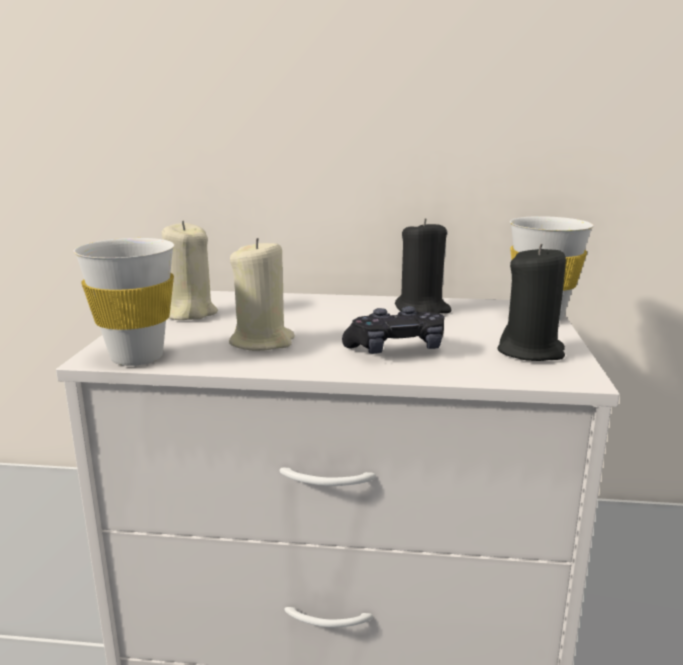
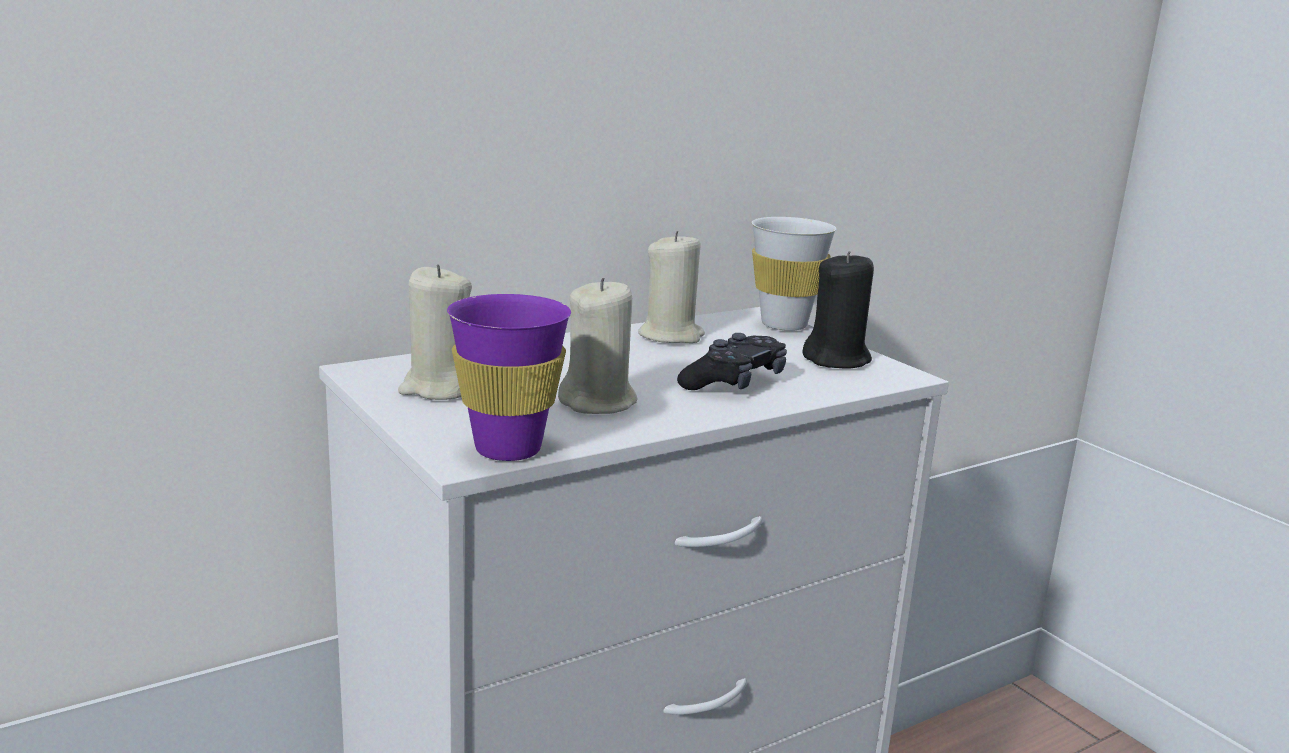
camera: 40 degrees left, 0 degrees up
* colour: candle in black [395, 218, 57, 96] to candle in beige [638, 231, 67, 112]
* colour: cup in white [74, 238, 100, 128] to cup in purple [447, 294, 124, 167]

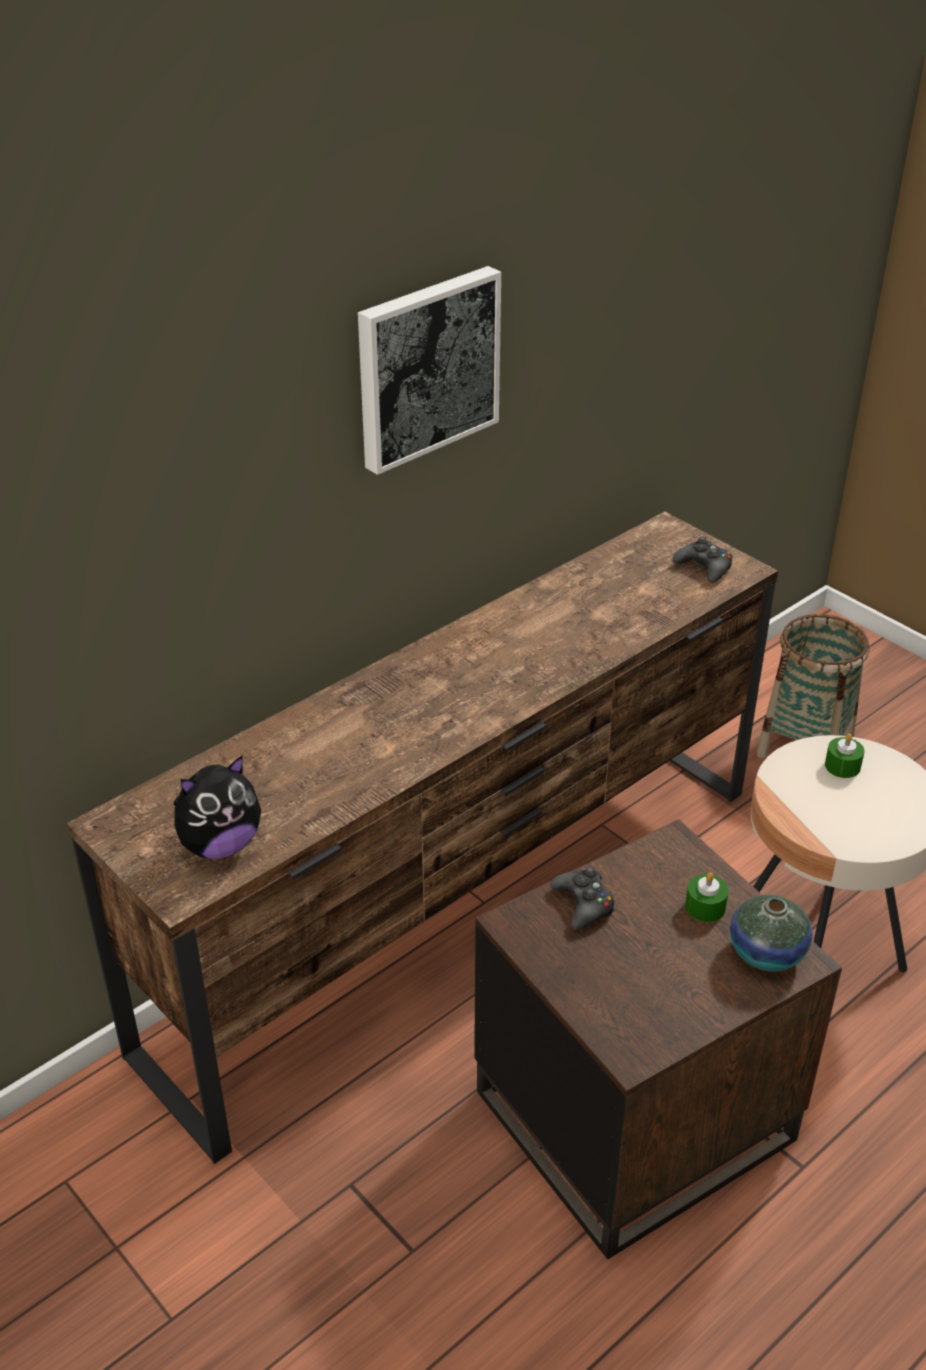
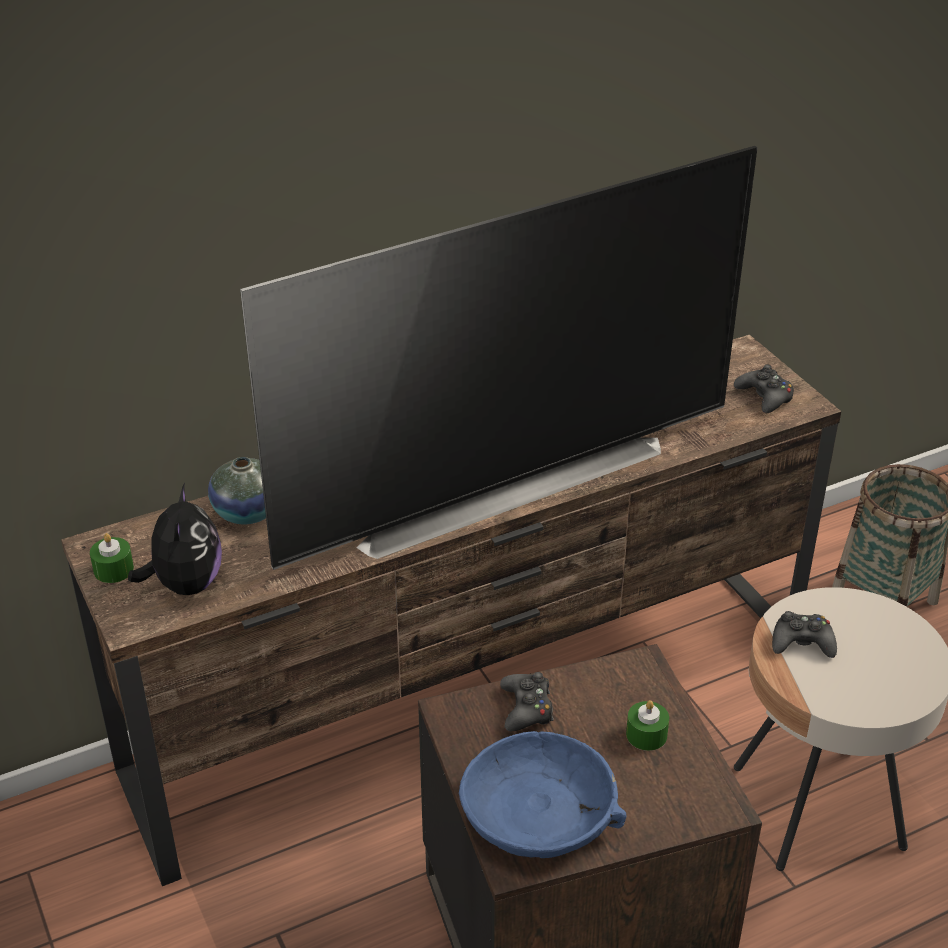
camera: 15 degrees right, 0 degrees up
* missing: picture [358, 266, 143, 209]
* relocated: candle in green [825, 734, 40, 44] to [90, 533, 44, 50]
* spun: plush toy [173, 755, 88, 104] = [128, 483, 94, 112] 75 degrees counterclockwise
* relocated: vase [730, 894, 83, 78] to [208, 457, 58, 67]
* appeared: television [240, 146, 518, 424]
* appeared: game controller in black [772, 611, 65, 47]
* appeared: bowl in blue [459, 731, 168, 127]

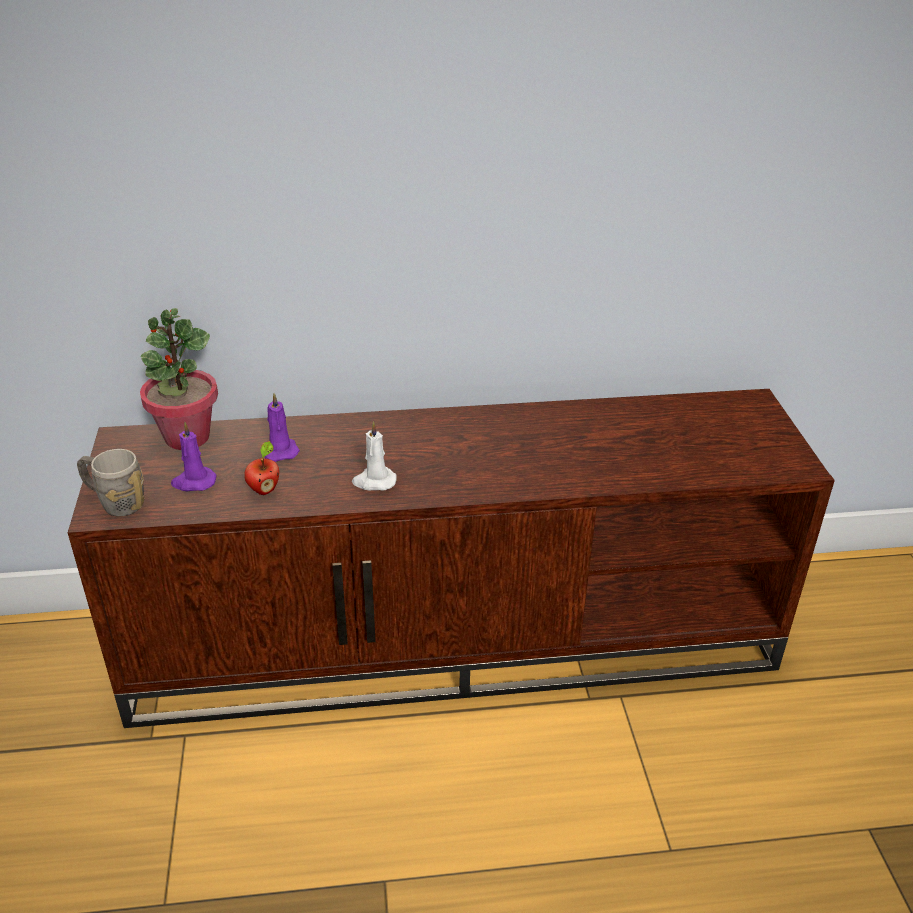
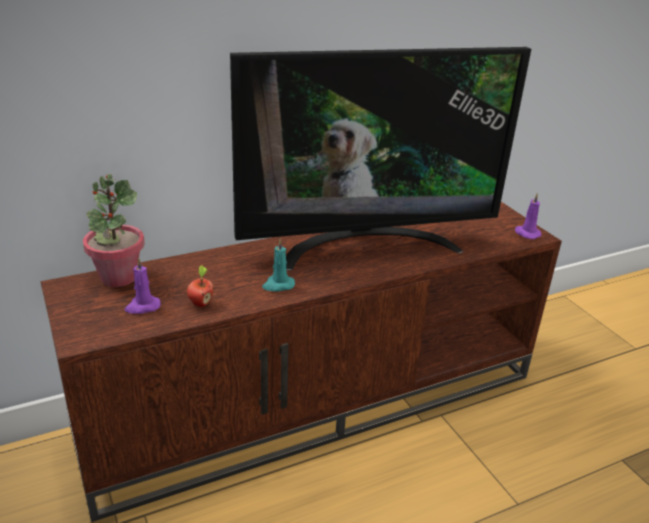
camera: 20 degrees left, 5 degrees down
* relocated: candle in purple [265, 393, 35, 69] to [515, 193, 26, 46]
* colour: candle in white [352, 421, 45, 70] to candle in turquoise [262, 239, 33, 52]
* missing: mug in grey [77, 449, 67, 68]
* appeared: television [230, 47, 301, 223]

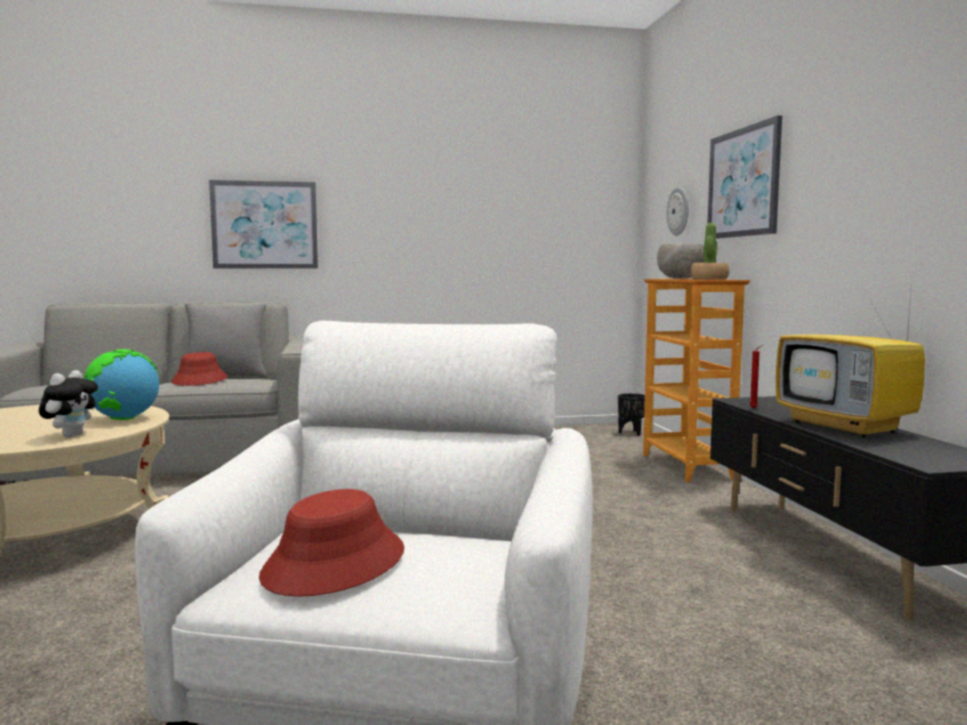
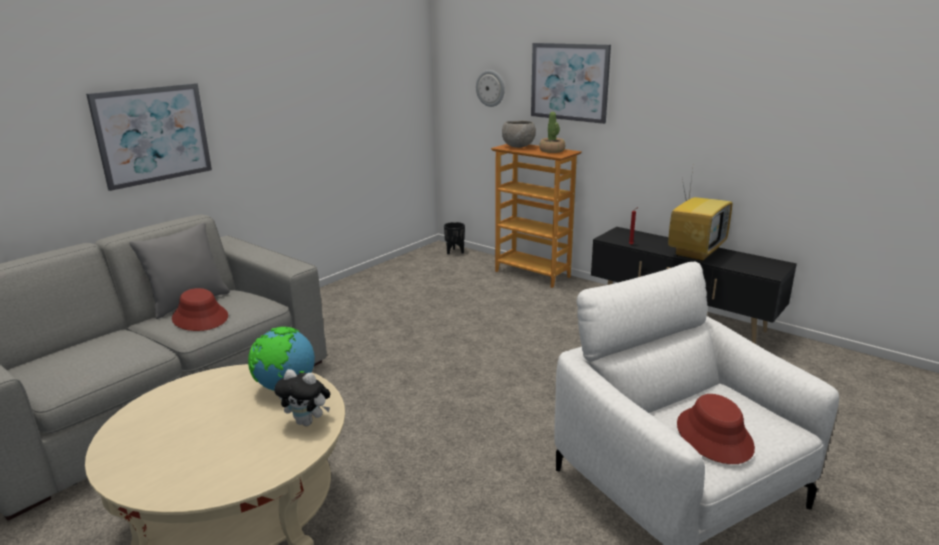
camera: 40 degrees left, 15 degrees up
* spun: television [776, 280, 149, 158] = [668, 169, 64, 93] 75 degrees counterclockwise
* spun: plush toy [39, 370, 59, 67] = [274, 369, 56, 57] 135 degrees clockwise

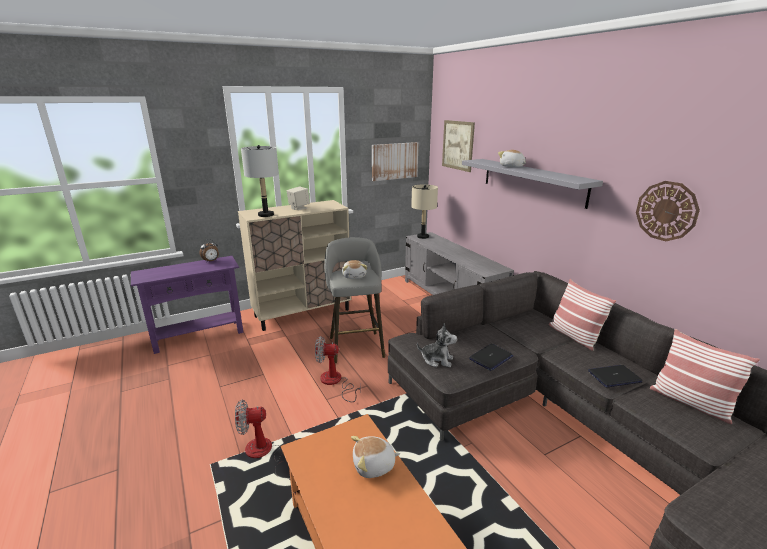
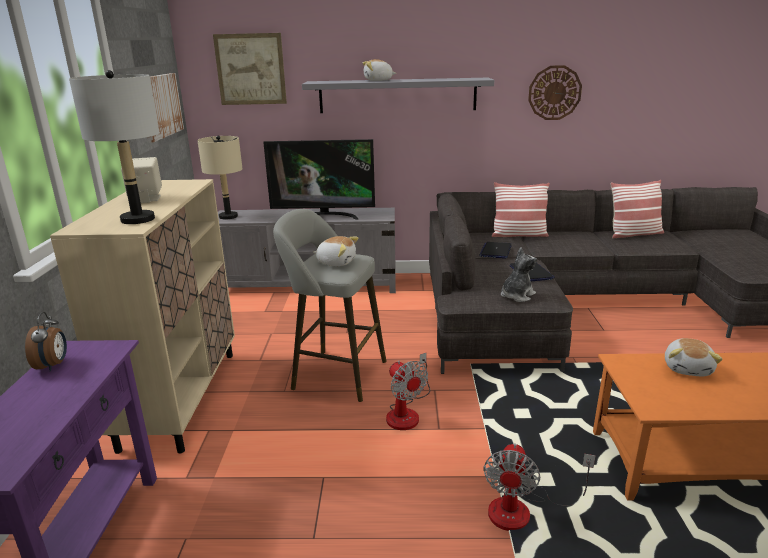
camera: 60 degrees left, 0 degrees up
* spun: fan [315, 336, 46, 66] = [386, 353, 44, 77] 60 degrees counterclockwise
* relocated: laptop [588, 365, 55, 23] to [479, 242, 33, 17]
* appeared: television [263, 139, 112, 81]

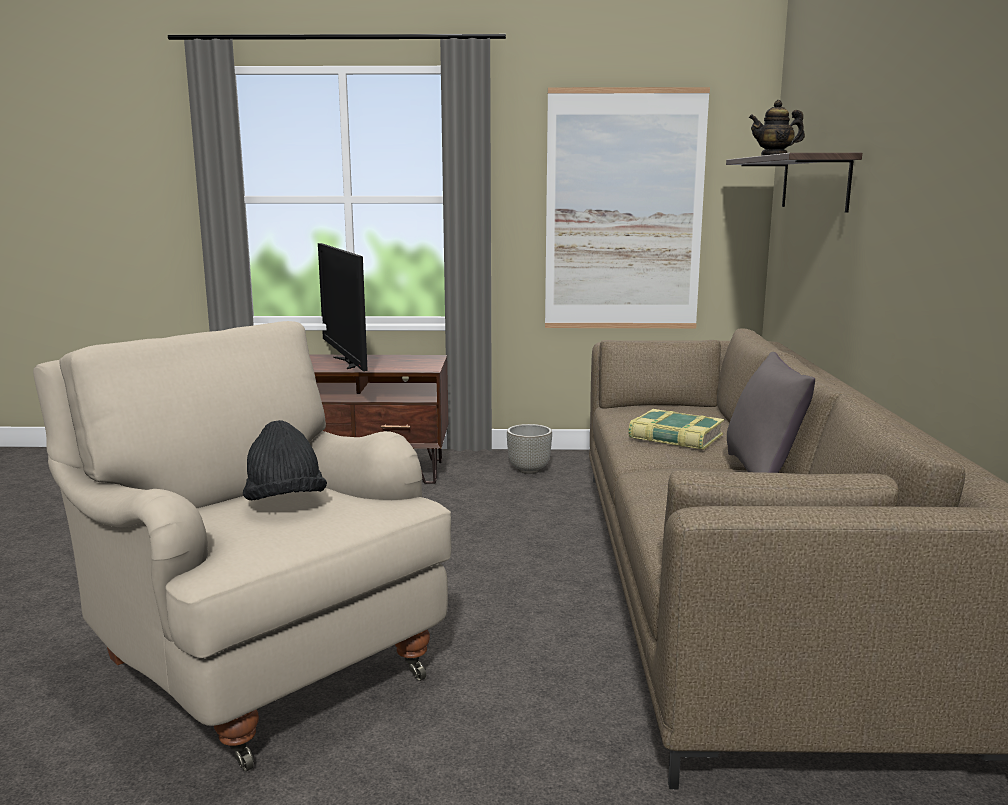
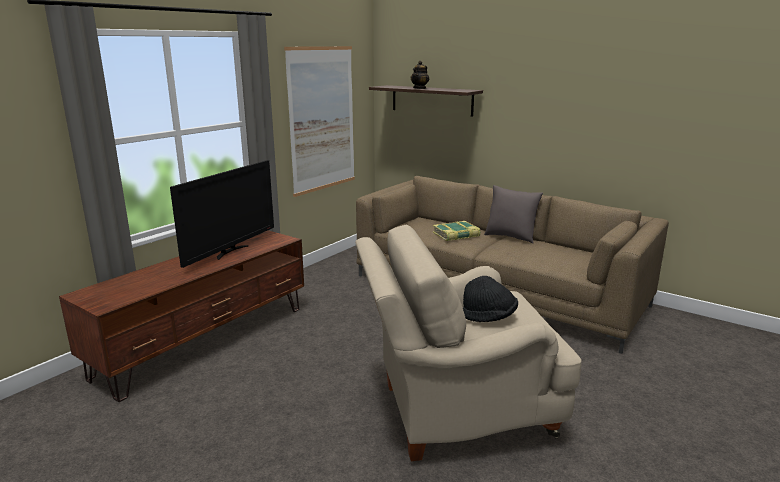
camera: 55 degrees left, 5 degrees up
* spun: television [318, 243, 50, 128] = [170, 160, 104, 108] 75 degrees counterclockwise
* missing: planter in grey [507, 424, 45, 50]

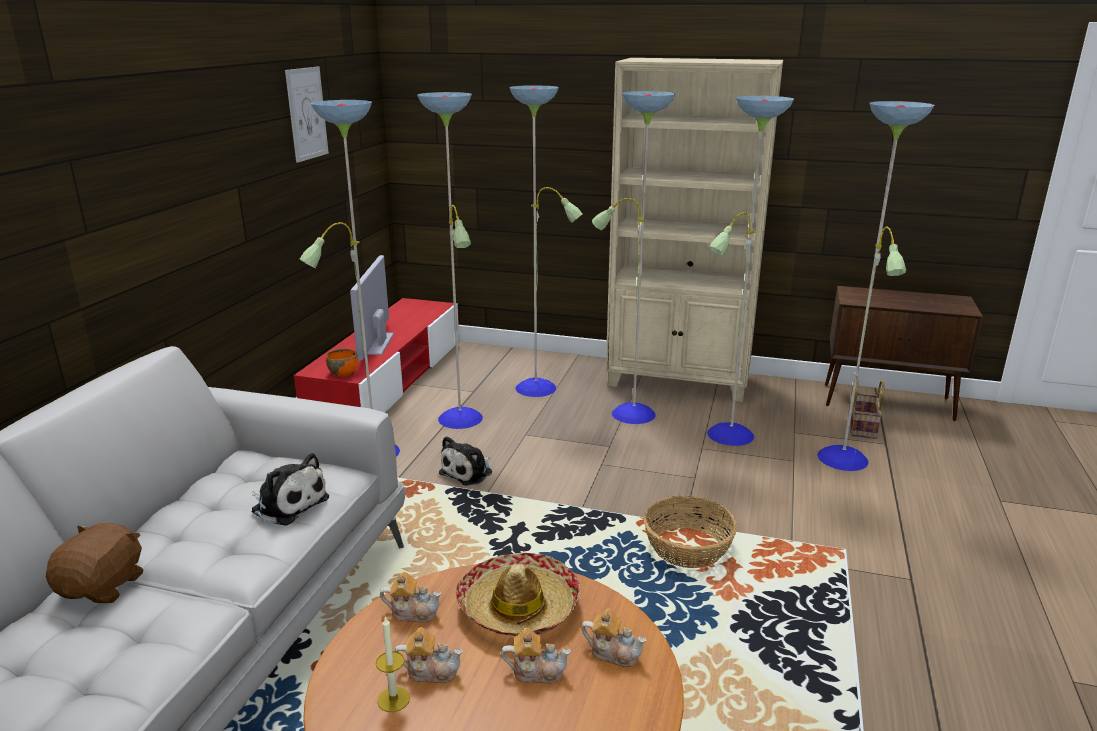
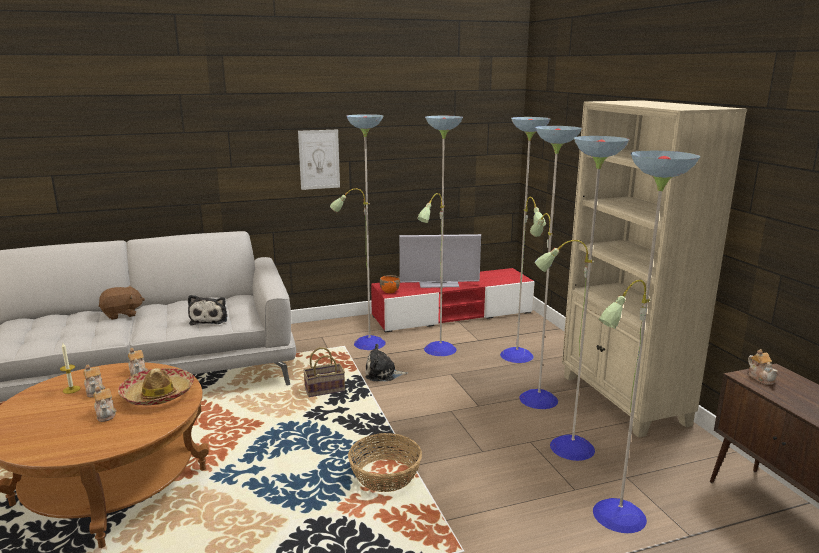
camera: 55 degrees right, 5 degrees down
* relocated: picture [285, 67, 44, 96] to [298, 130, 42, 60]
* spun: television [350, 255, 44, 105] = [399, 234, 82, 54] 150 degrees counterclockwise
* relocated: basket [848, 378, 36, 61] to [303, 347, 42, 50]
* relocated: teapot [581, 608, 66, 59] to [748, 349, 30, 36]

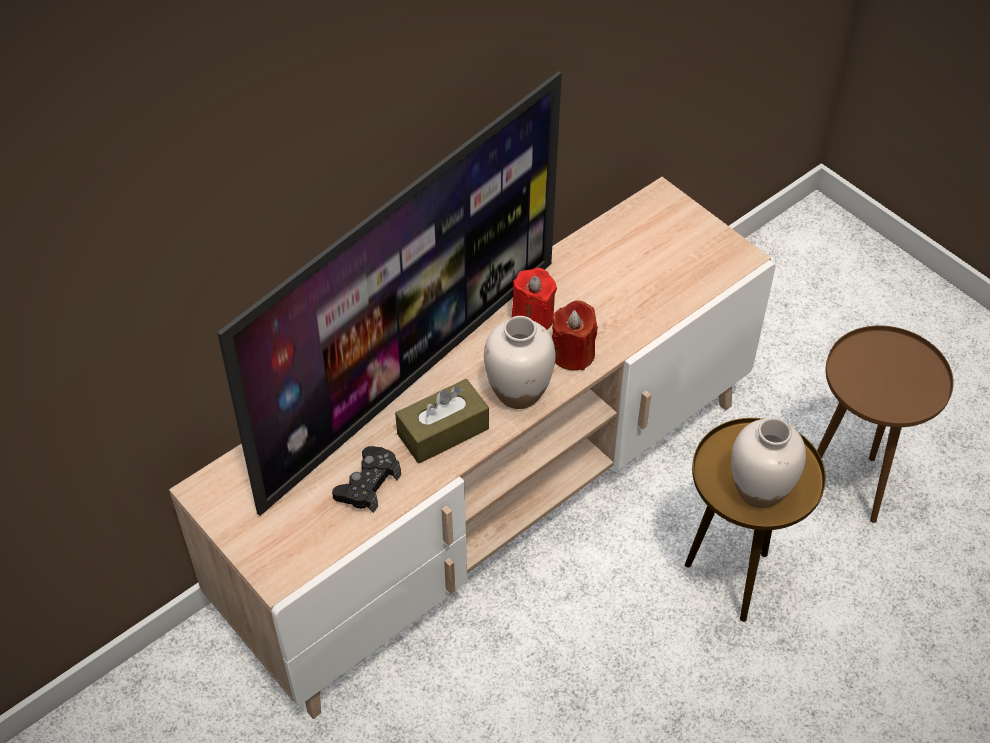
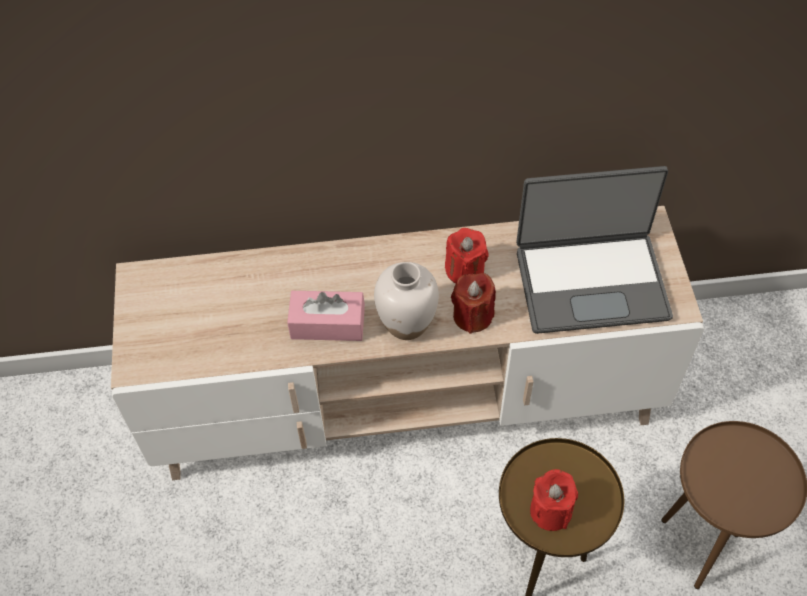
camera: 35 degrees right, 5 degrees up
* missing: television [217, 71, 345, 445]
* colour: tissue box in brown [395, 379, 94, 84] to tissue box in pink [287, 291, 78, 50]
* exchanged: vase in white [731, 418, 75, 90] to candle in red [530, 469, 48, 62]
* missing: game controller in black [332, 446, 69, 67]
* appeared: laptop [516, 166, 157, 168]

